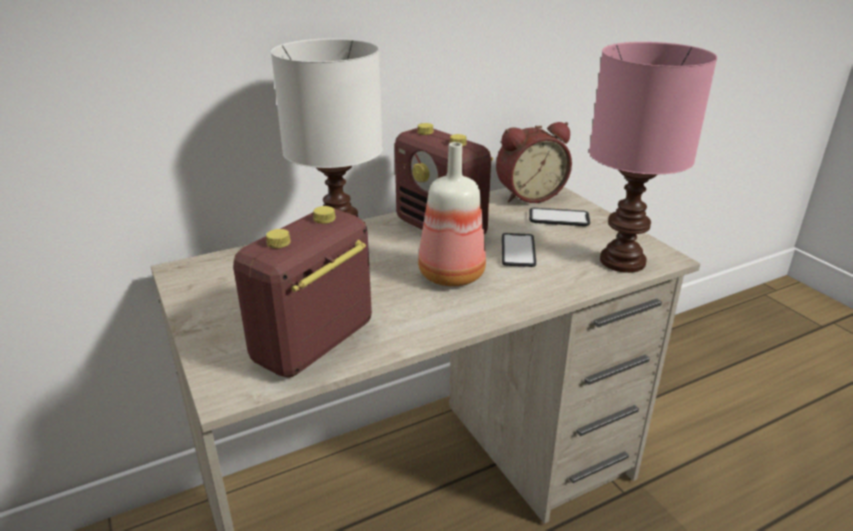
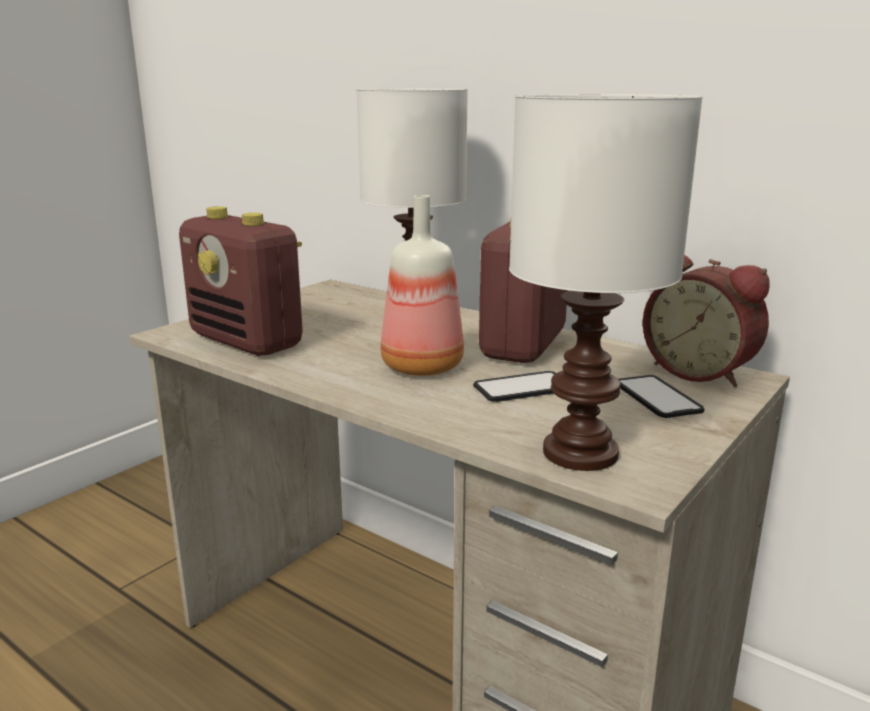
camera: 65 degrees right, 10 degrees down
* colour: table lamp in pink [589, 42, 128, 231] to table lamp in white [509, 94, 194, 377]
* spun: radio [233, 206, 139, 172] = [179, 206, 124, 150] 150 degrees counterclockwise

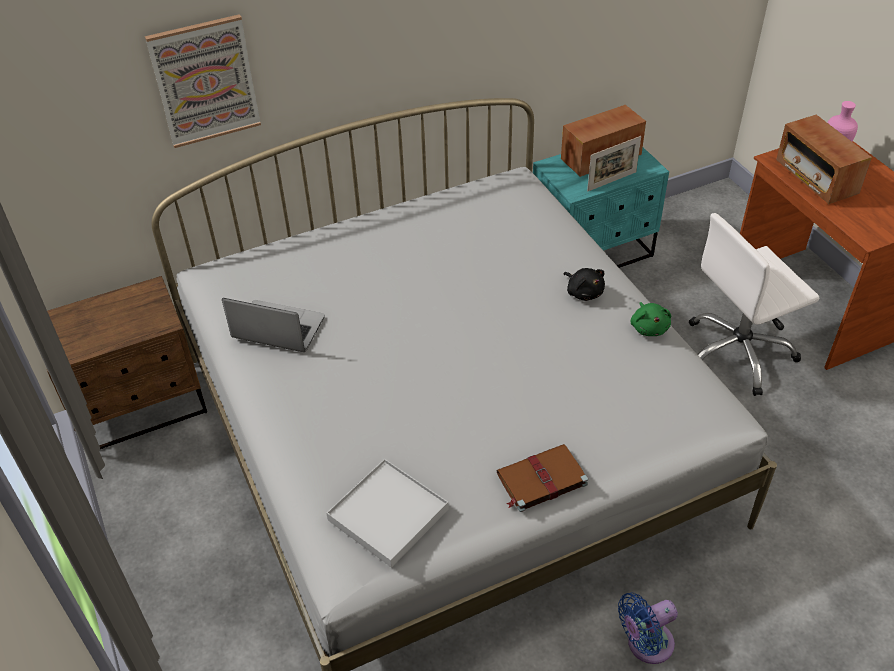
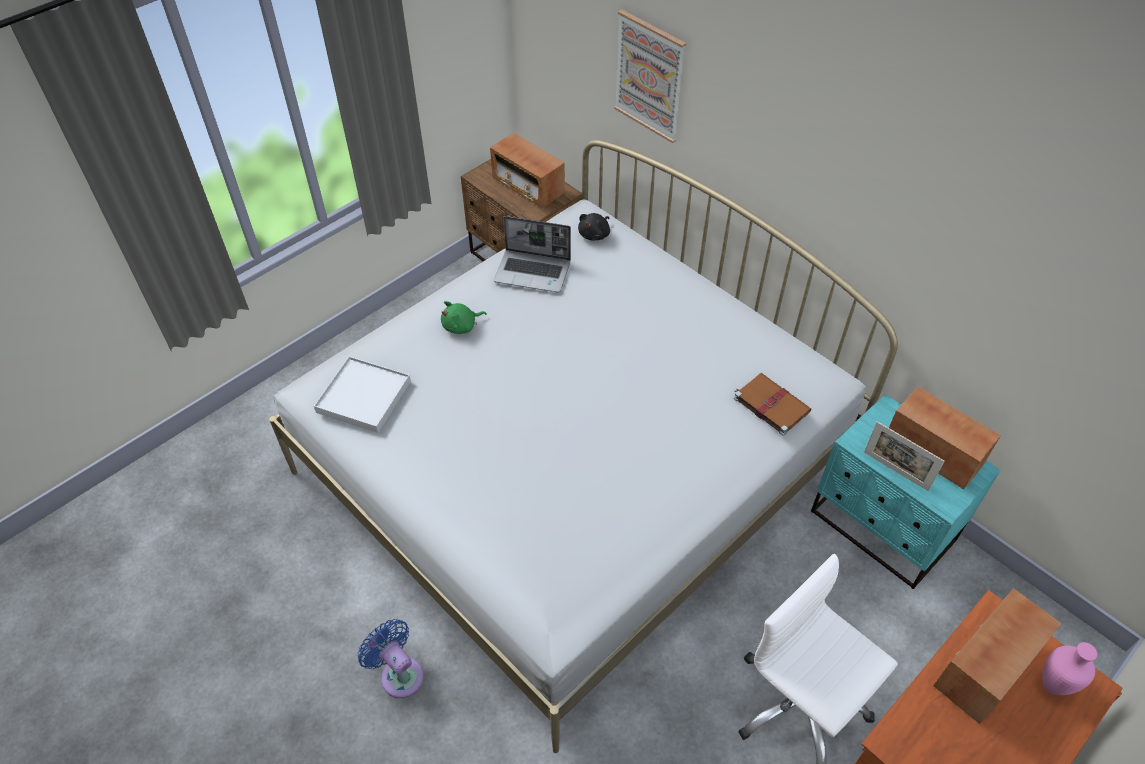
camera: 70 degrees right, 5 degrees up
* relocated: plush toy in black [564, 268, 41, 33] to [578, 213, 32, 27]
* spun: laptop [222, 298, 103, 54] = [494, 216, 77, 77] 105 degrees clockwise
* relocated: plush toy in green [631, 302, 40, 34] to [441, 301, 46, 33]
* relocated: book in brown [497, 444, 91, 68] to [734, 373, 78, 63]
* appeared: radio [490, 133, 75, 75]

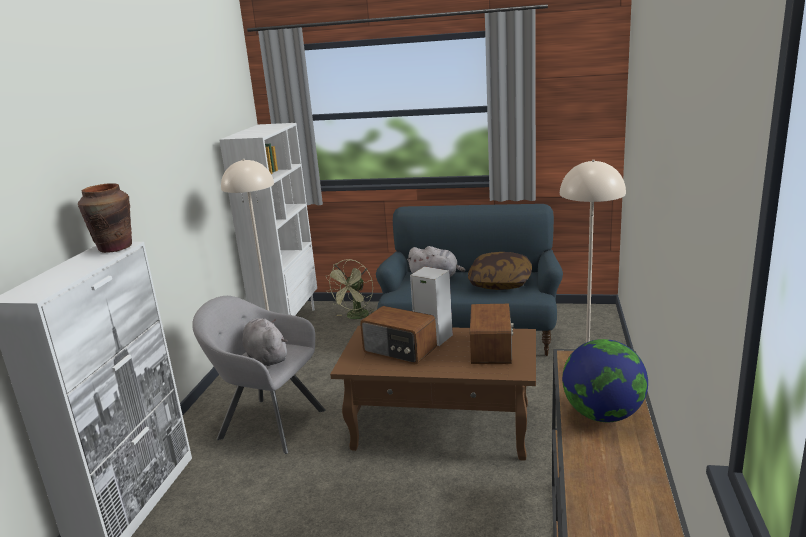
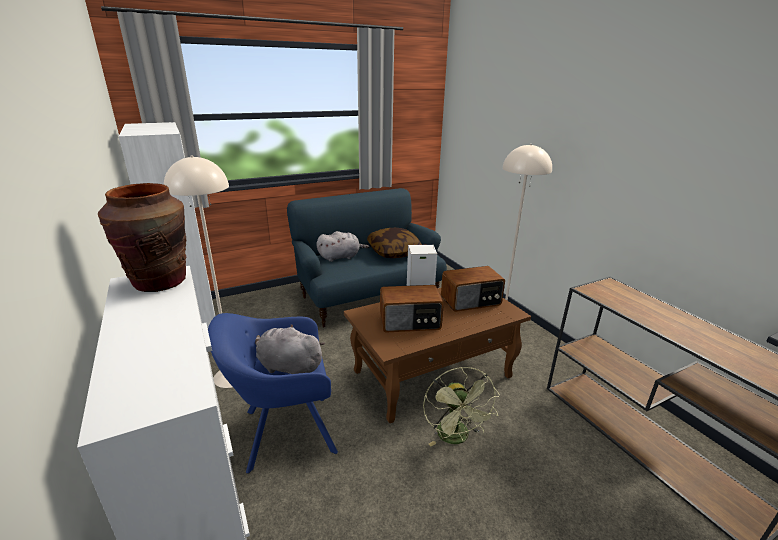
camera: 40 degrees left, 5 degrees up
* relocated: fan in green [326, 259, 48, 60] to [423, 367, 77, 79]
* colour: armchair in grey [192, 296, 134, 158] to armchair in blue [208, 313, 130, 161]
* spun: radio [470, 304, 44, 60] = [441, 266, 64, 46] 105 degrees clockwise
* missing: globe [562, 339, 86, 83]

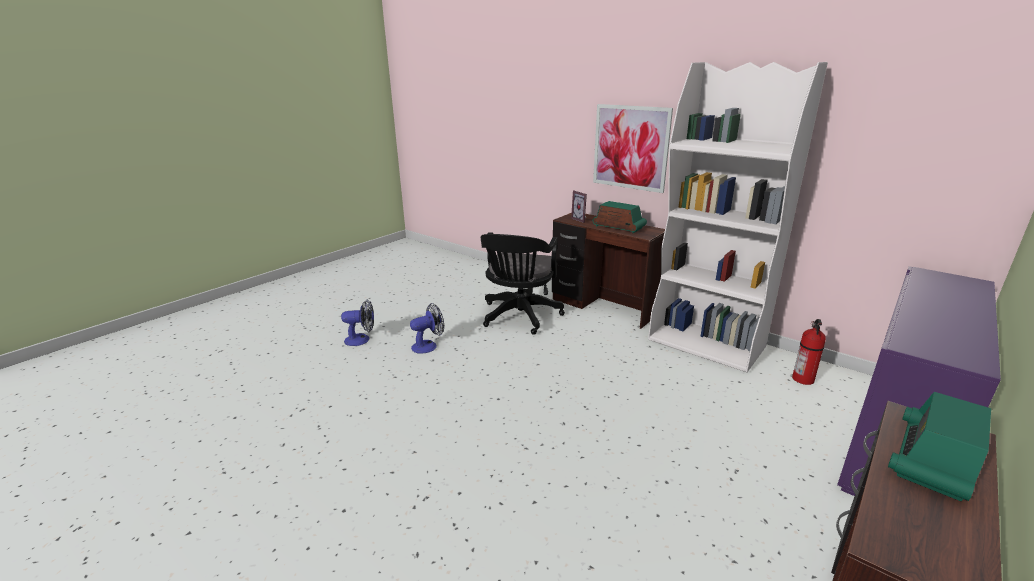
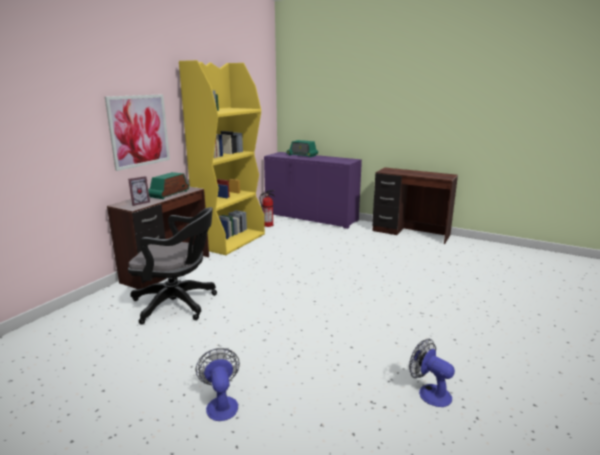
camera: 100 degrees left, 5 degrees down
* colour: bookcase in white [648, 62, 180, 310] to bookcase in yellow [179, 60, 86, 195]
* relocated: fan [410, 303, 34, 51] to [409, 339, 46, 68]
* relocated: radio [888, 392, 103, 109] to [286, 140, 32, 18]

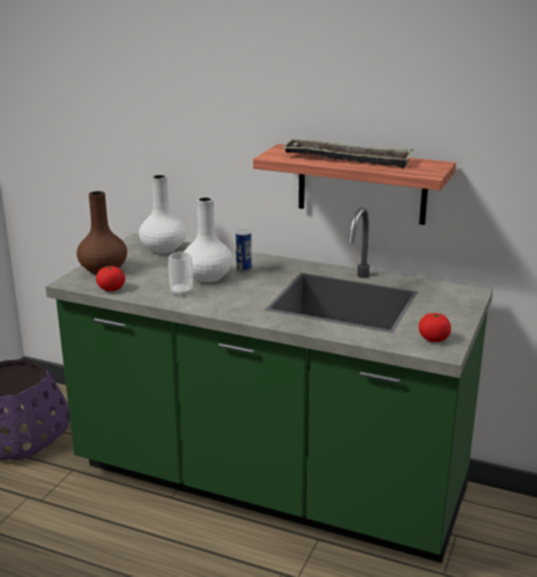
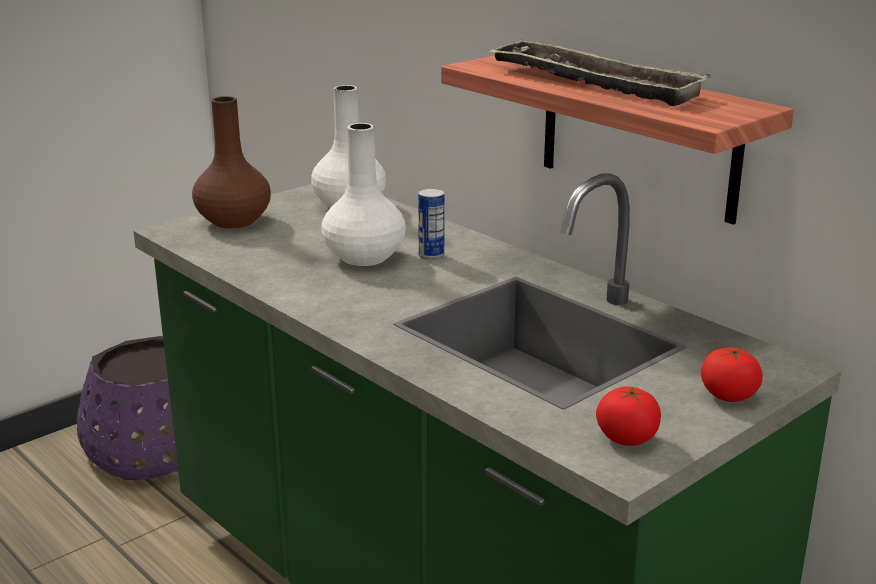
camera: 25 degrees right, 0 degrees up
* missing: cup [169, 252, 24, 45]
* relocated: tomato [96, 266, 29, 25] to [701, 348, 62, 54]

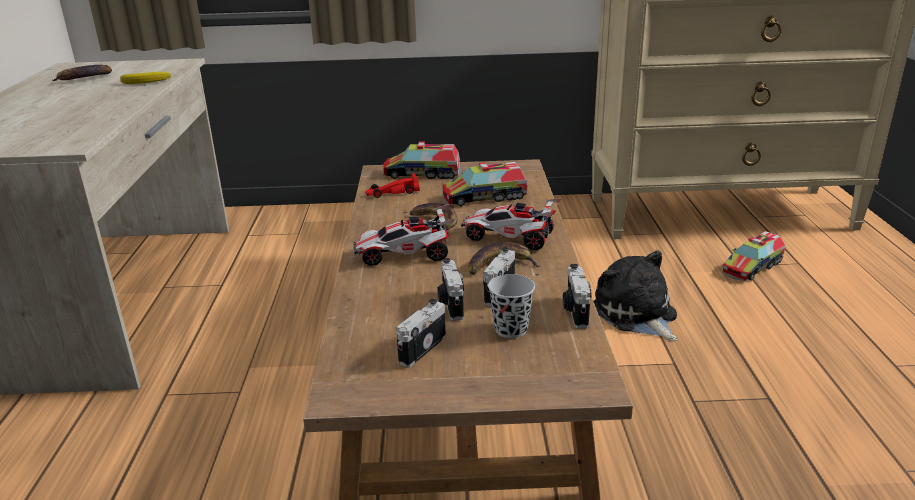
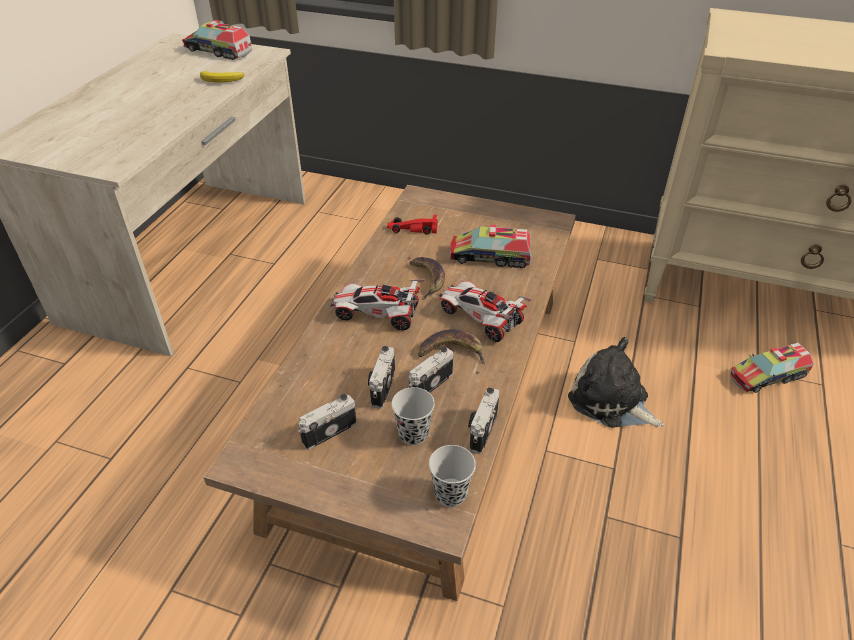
camera: 20 degrees right, 15 degrees up
* missing: banana [52, 65, 60, 16]
* relocated: toy truck [383, 141, 78, 38] to [182, 20, 70, 40]
* spun: plush toy [593, 250, 85, 91] = [568, 337, 96, 91] 45 degrees counterclockwise
* appeared: cup in black [429, 445, 47, 62]

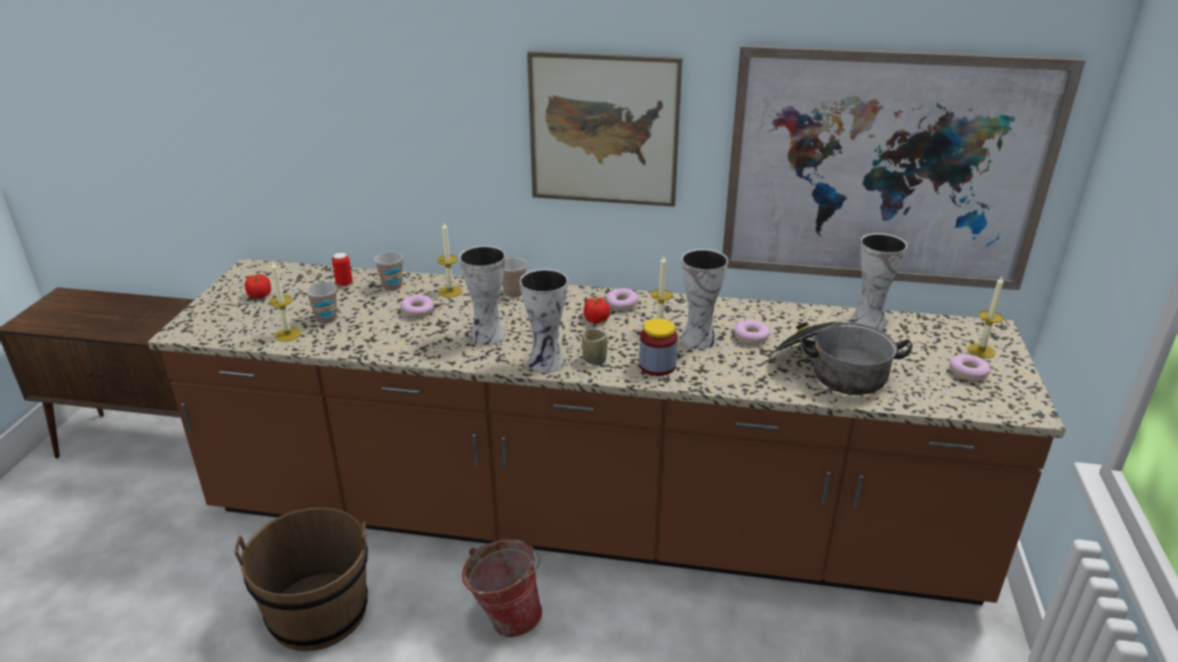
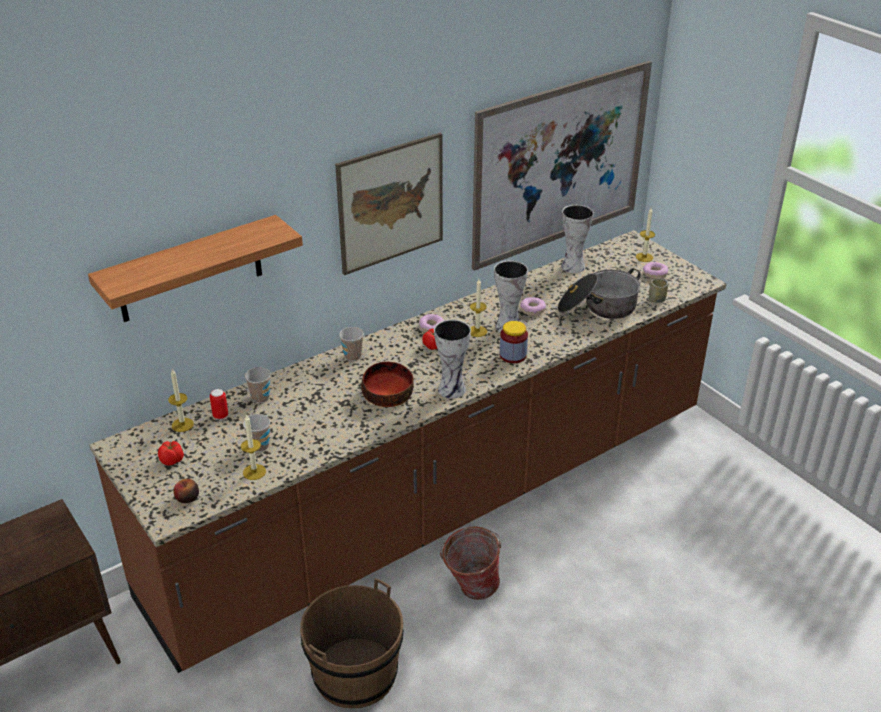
camera: 45 degrees left, 5 degrees up
* relocated: candle [437, 223, 25, 75] to [168, 369, 26, 63]
* exchanged: vase [459, 246, 46, 99] to bowl [361, 362, 53, 45]
* missing: donut [400, 295, 34, 23]
* relocated: cup [582, 329, 26, 36] to [649, 279, 19, 24]
* appeared: shelf [88, 215, 215, 107]
* appeared: apple [174, 479, 25, 24]

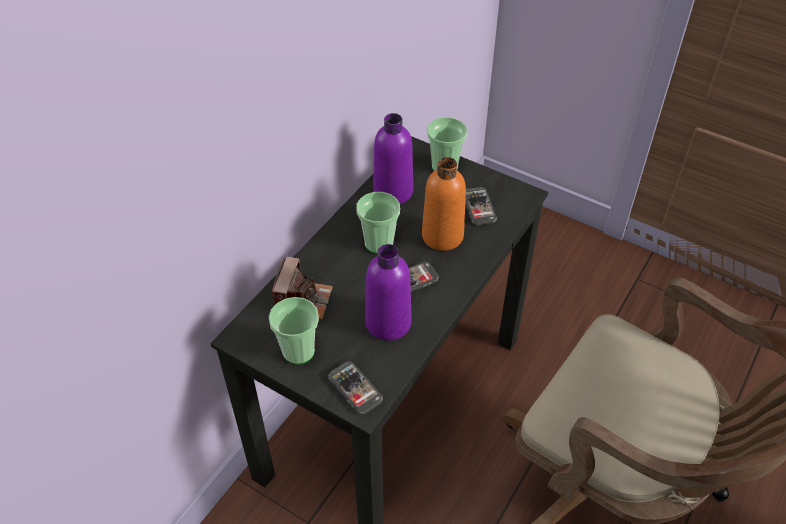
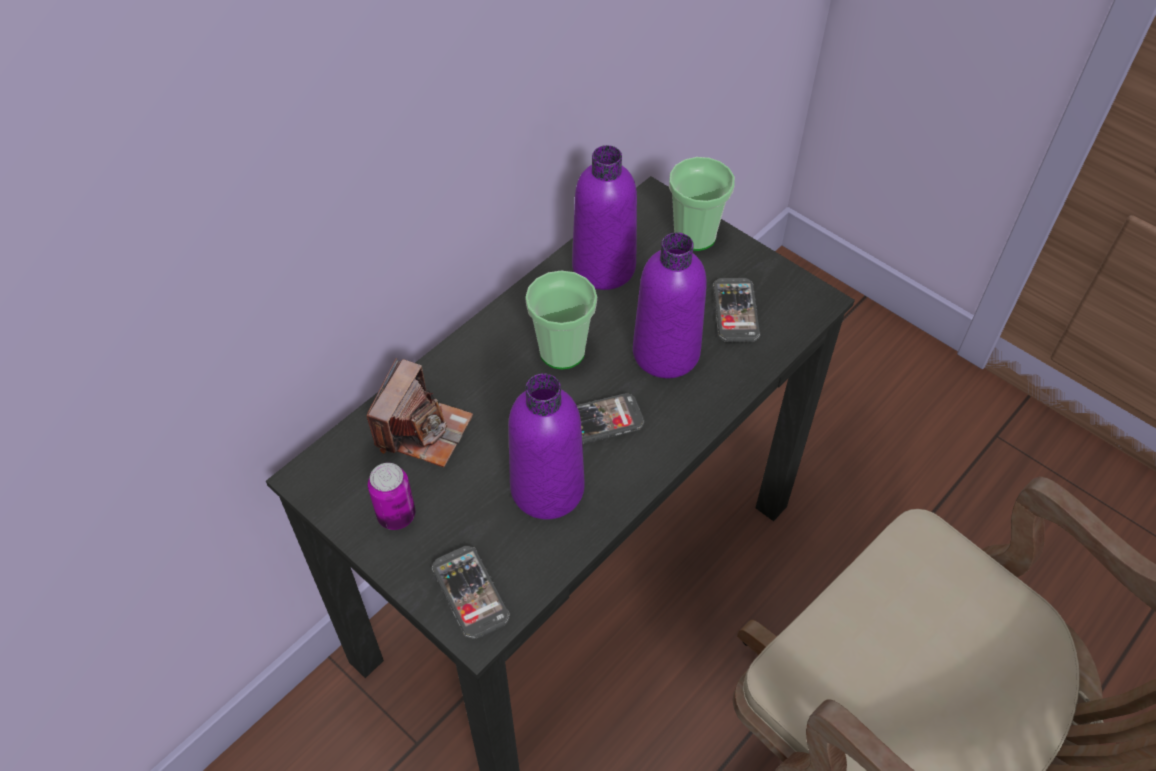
camera: 10 degrees right, 5 degrees up
* colour: bottle in orange [422, 157, 44, 94] to bottle in purple [633, 232, 74, 146]
* exchanged: cup [269, 297, 50, 68] to can [368, 463, 47, 67]

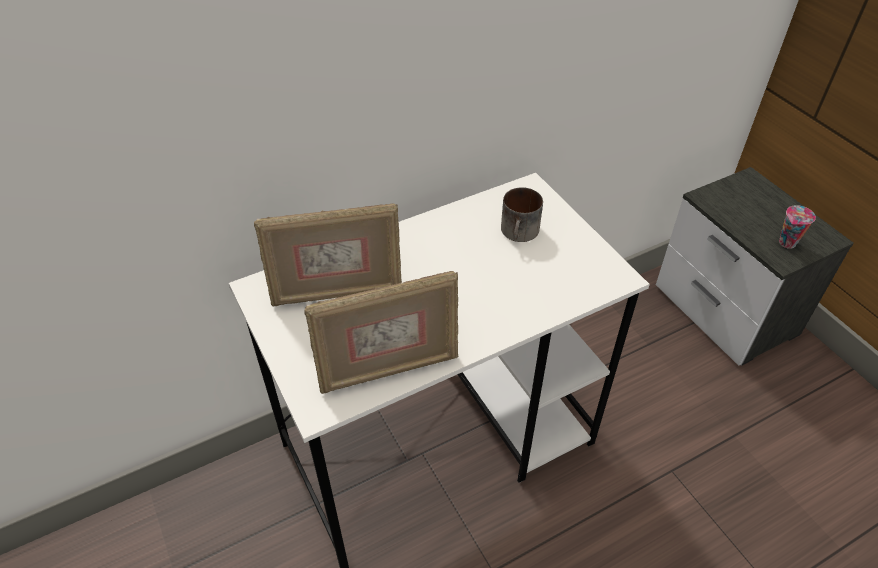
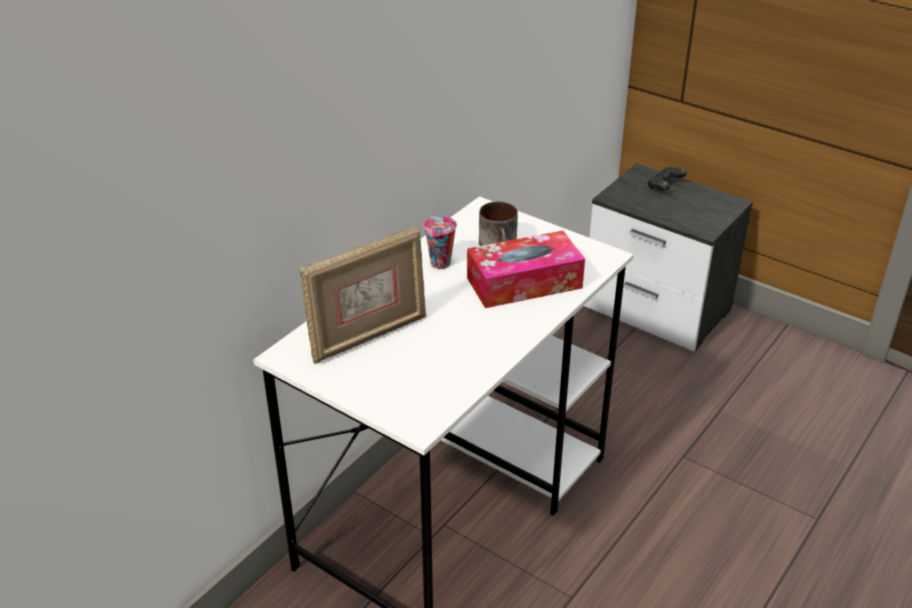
camera: 25 degrees left, 10 degrees down
* relocated: cup [779, 205, 37, 44] to [423, 216, 34, 53]
* missing: picture frame [304, 271, 154, 123]
* appeared: game controller in black [647, 167, 40, 24]
* appeared: tissue box [467, 231, 118, 77]

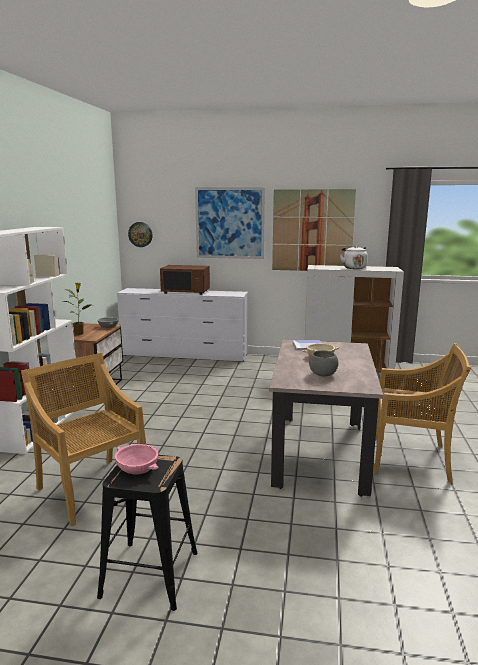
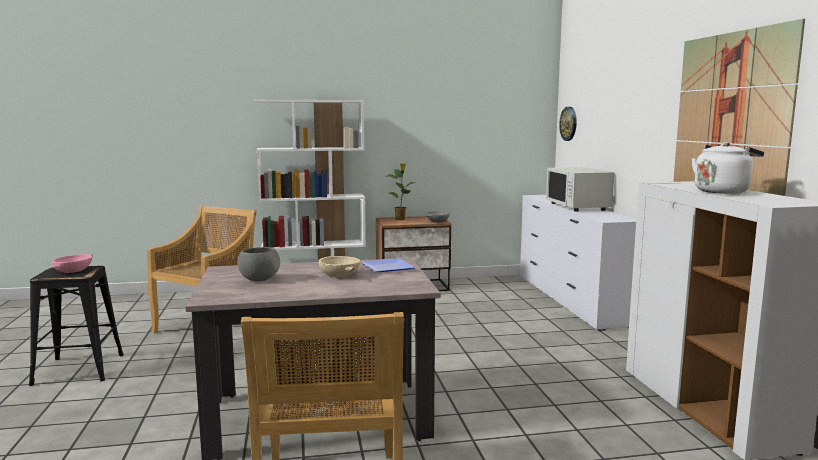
camera: 70 degrees right, 5 degrees down
* missing: picture [195, 187, 70, 72]
* colour: microwave in brown [160, 265, 50, 30] to microwave in white [546, 167, 68, 45]

